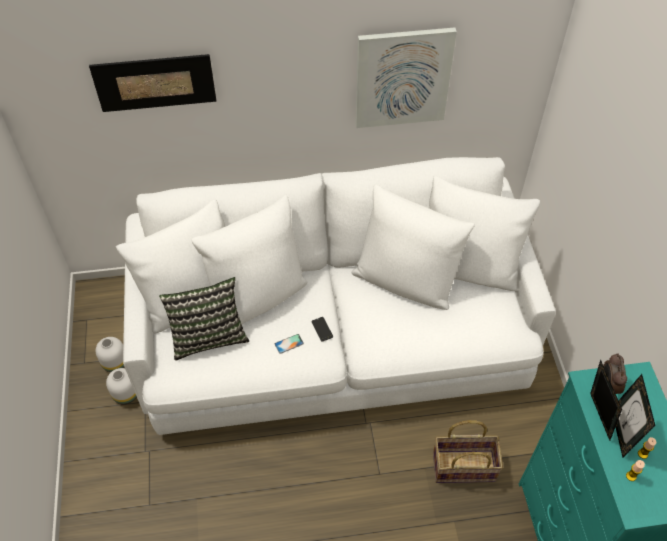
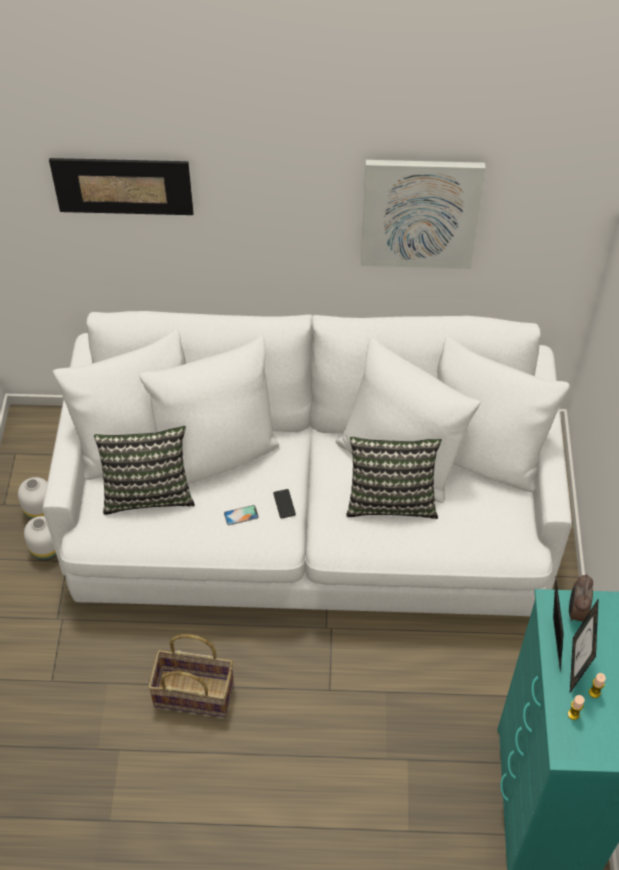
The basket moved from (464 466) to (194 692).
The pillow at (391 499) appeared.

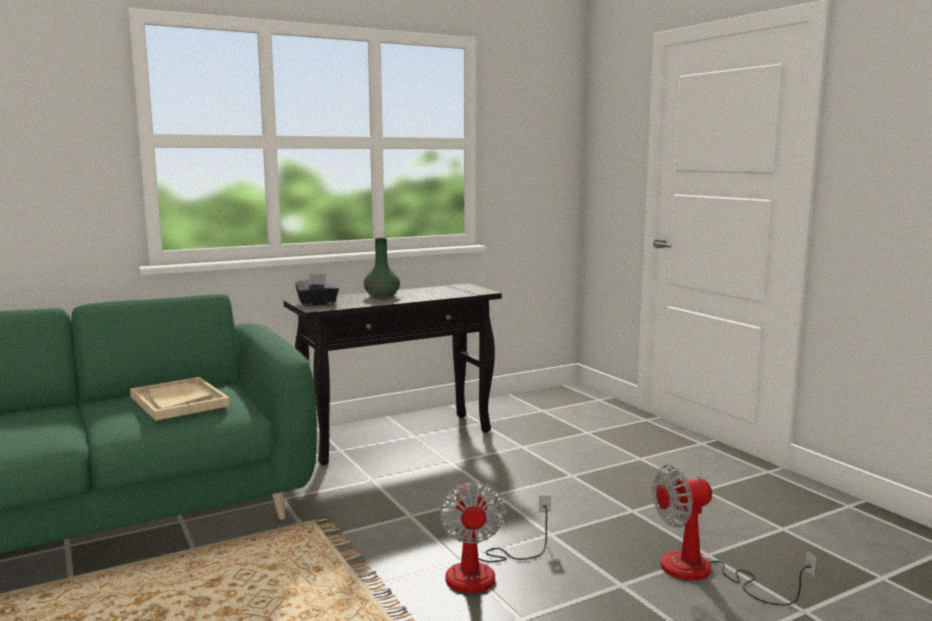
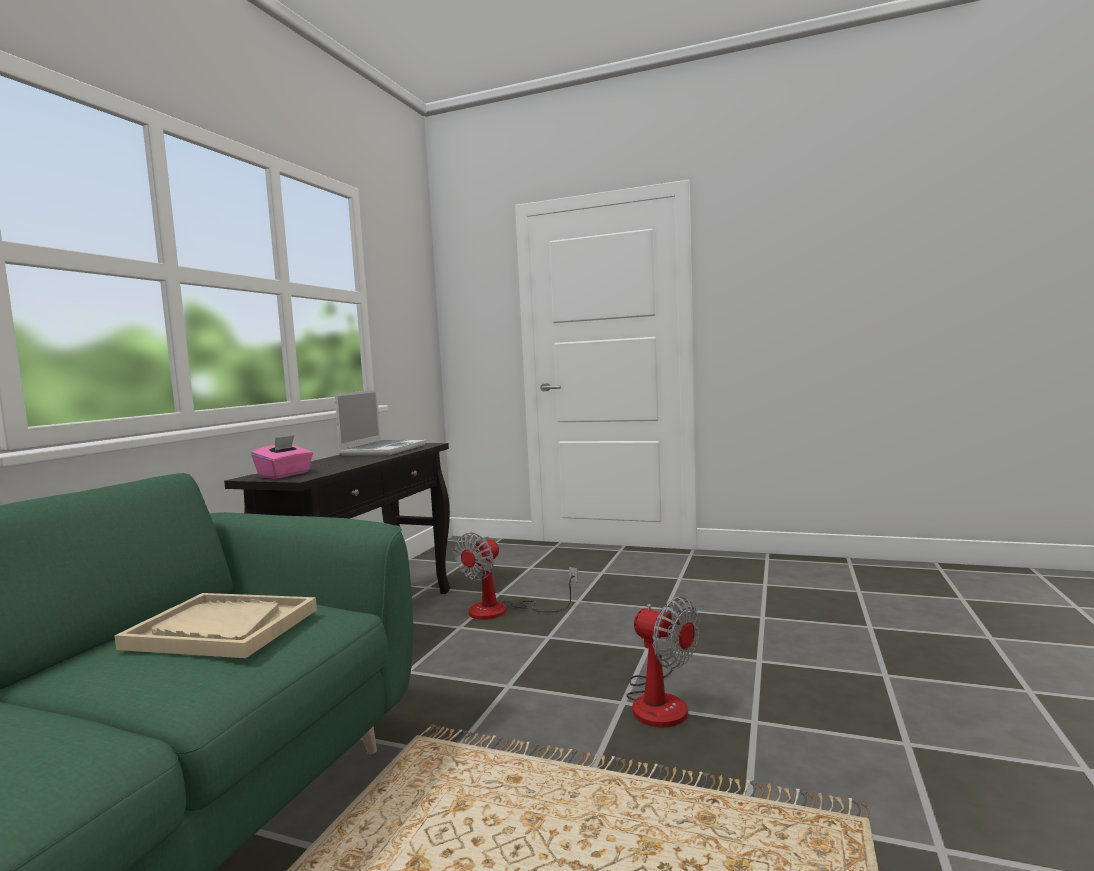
The black tissue box at (317 303) became the pink tissue box at (285 475).
The laptop at (383 450) appeared.
The fan moved from (704 573) to (502 611).
The green vase at (381 296) disappeared.

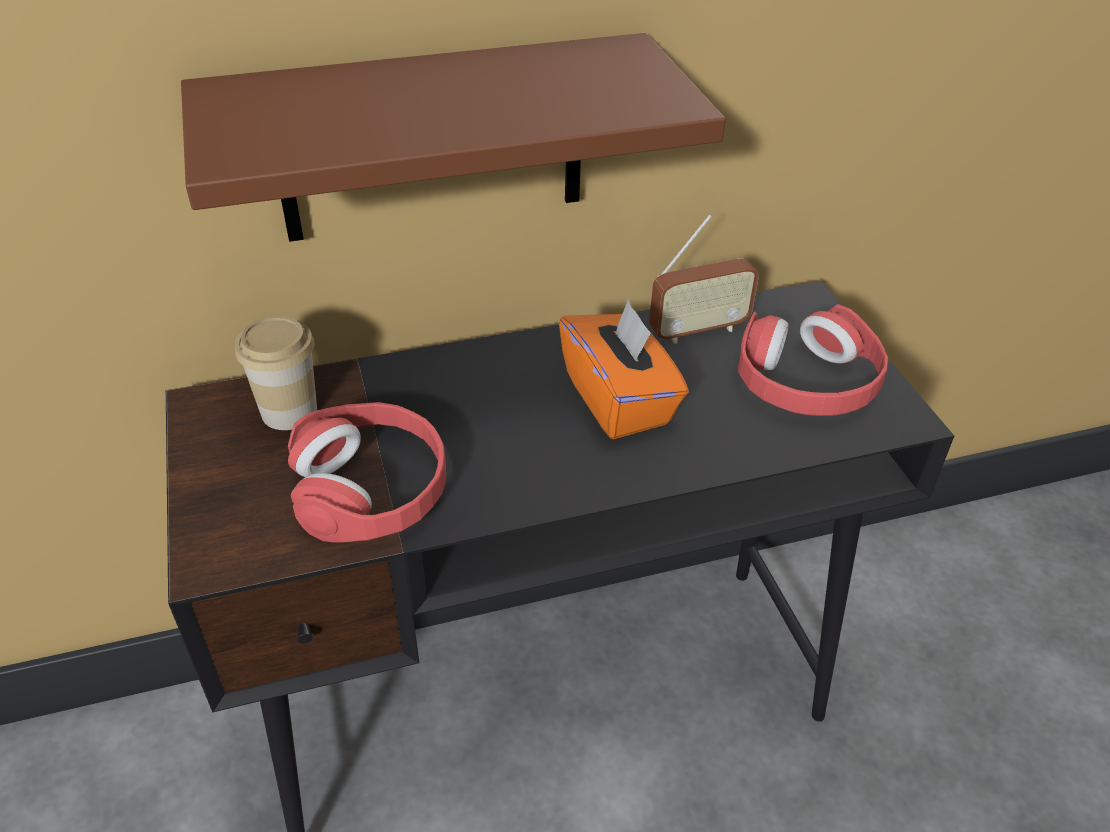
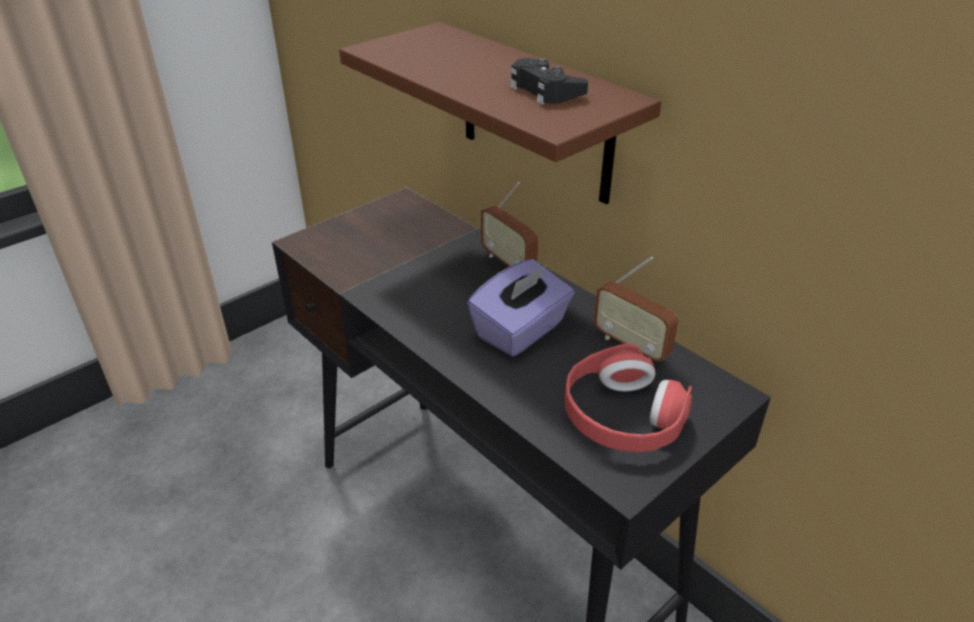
The orange tissue box at (619 400) became the purple tissue box at (521 331).
The radio at (508 263) appeared.
The black game controller at (545 90) appeared.
The cup at (289 411) disappeared.
The red headphones at (371 487) disappeared.

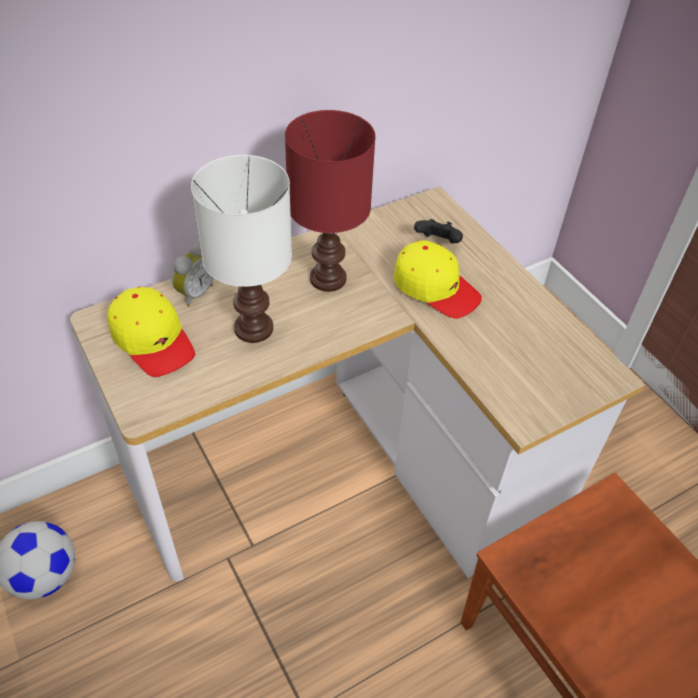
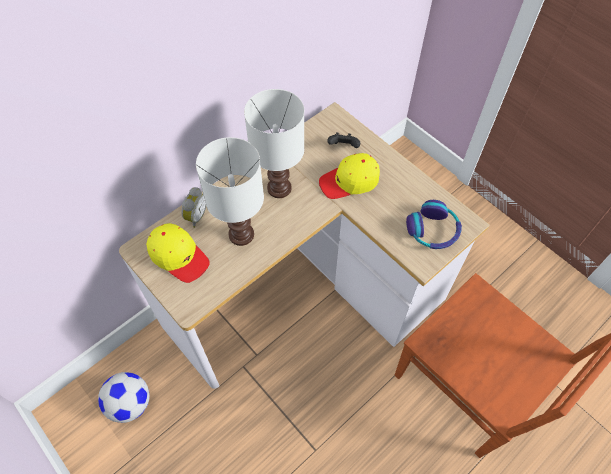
The red table lamp at (327 277) became the white table lamp at (278 187).
The yellow cap at (435 288) turned 135 degrees clockwise.
The headphones at (433 231) appeared.

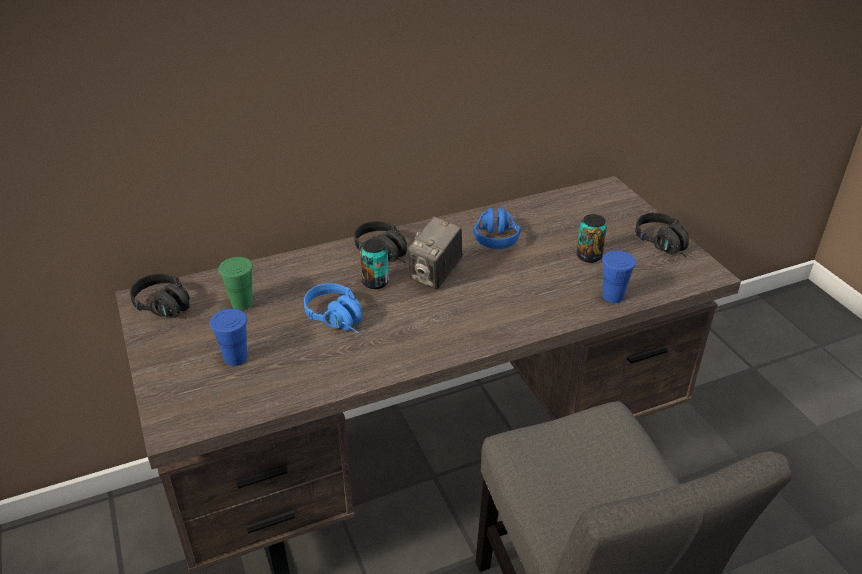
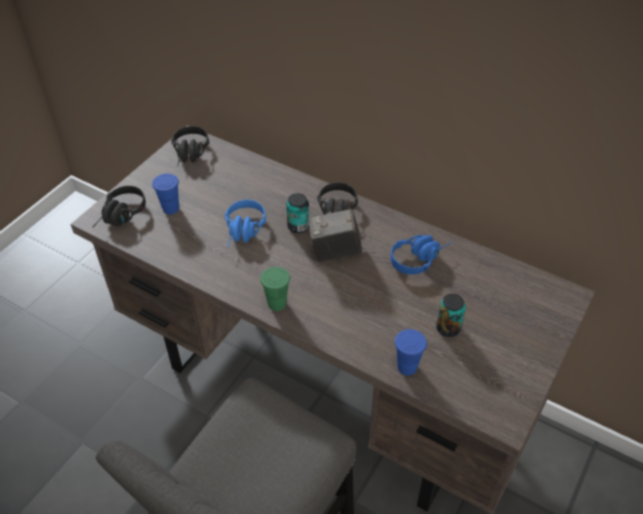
The black headphones moved from (665 245) to (121 217).
The green cup moved from (242 303) to (277 304).

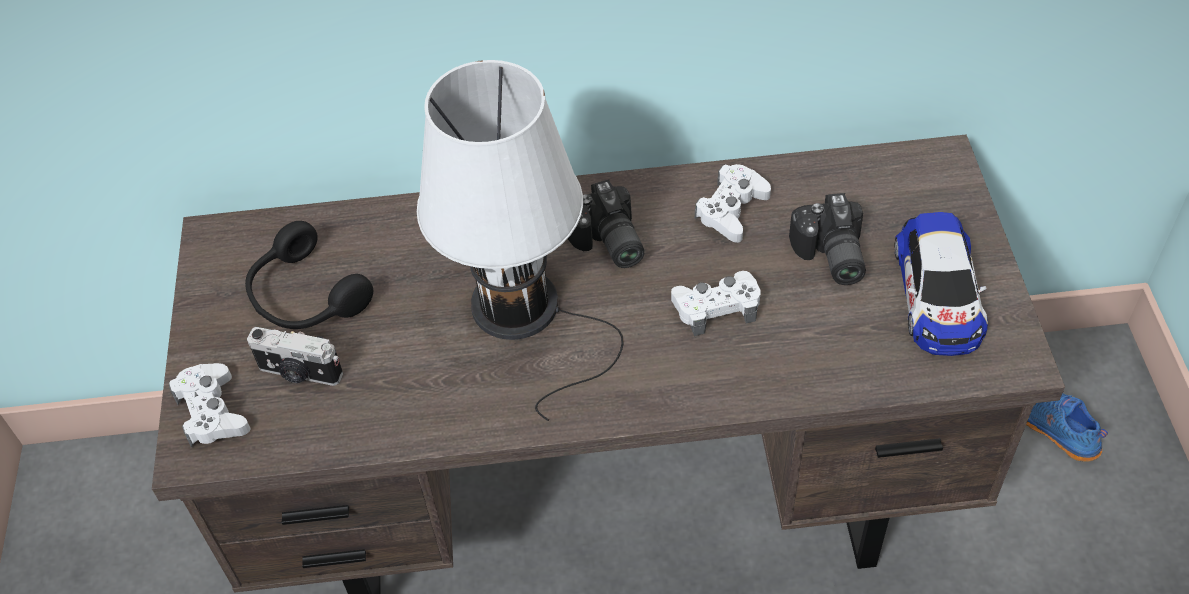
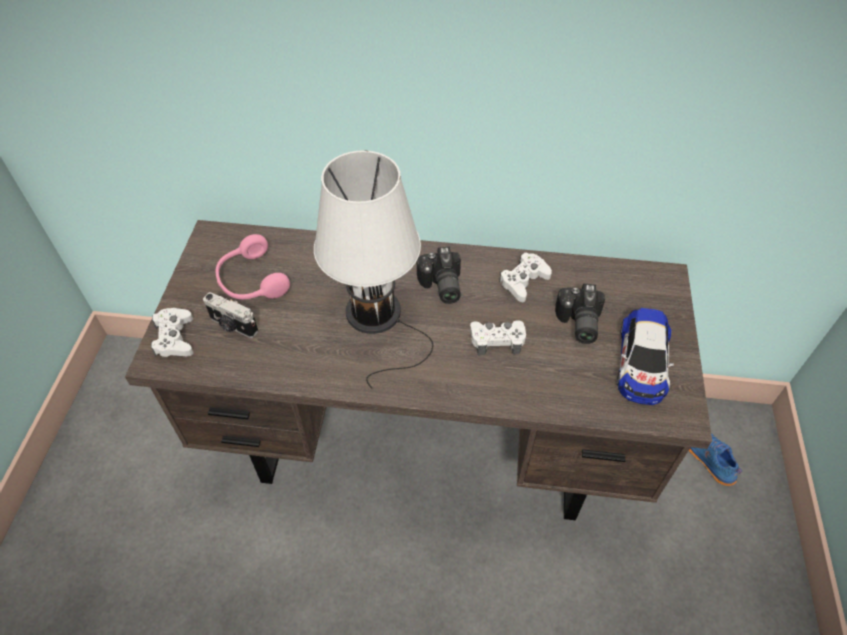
The black headphones at (304 297) became the pink headphones at (250 281).

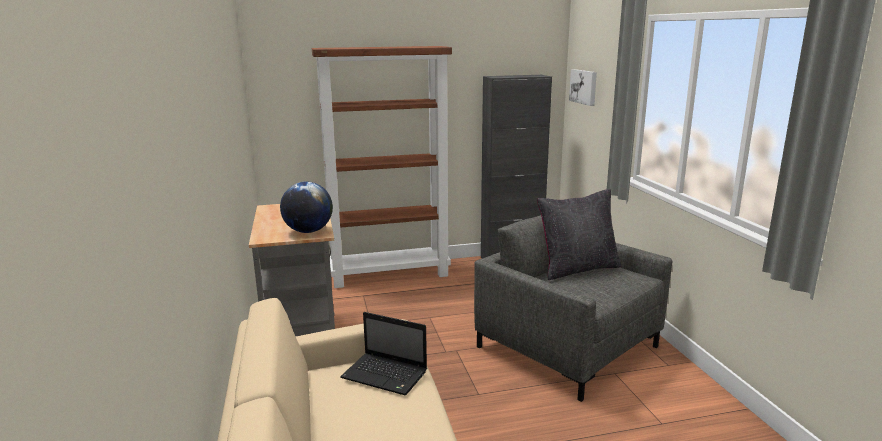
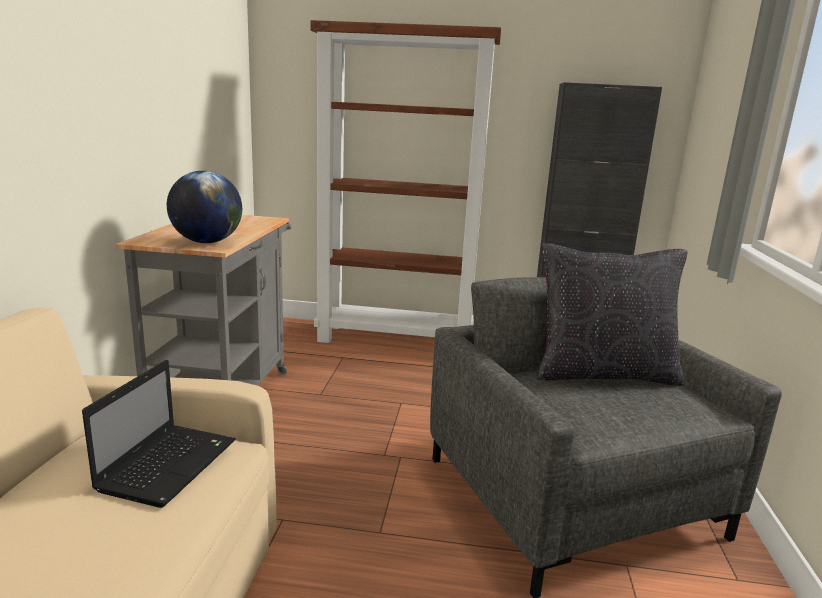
The laptop at (386 375) turned 120 degrees counterclockwise.
The picture at (584 87) disappeared.

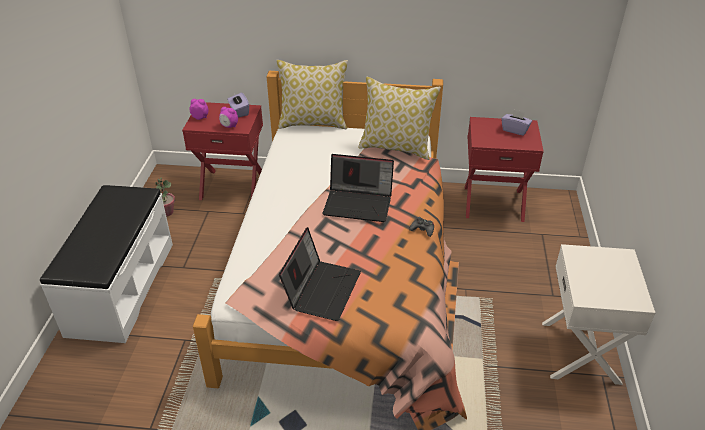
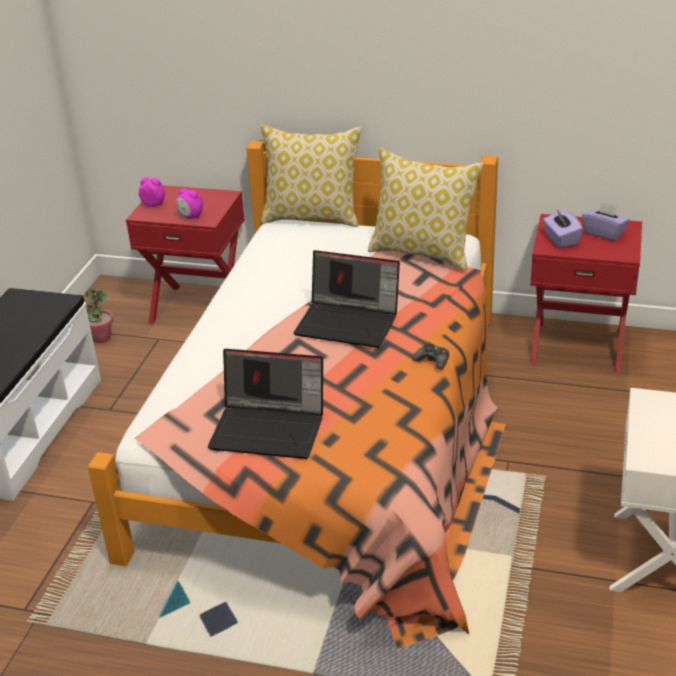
The laptop at (322 289) turned 75 degrees clockwise.
The purple tissue box moved from (239 112) to (561 240).

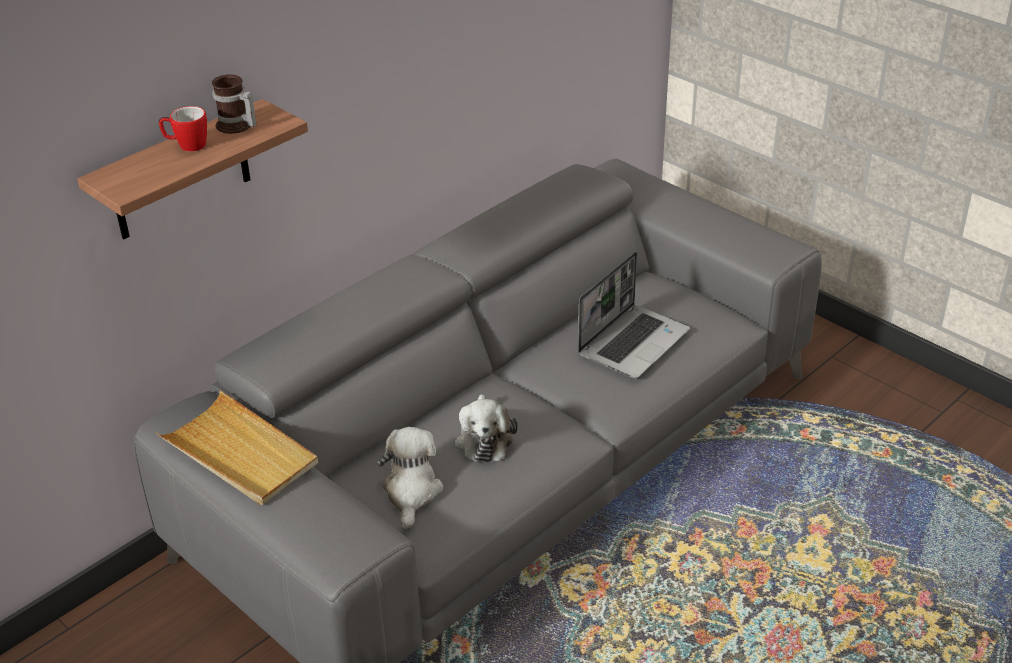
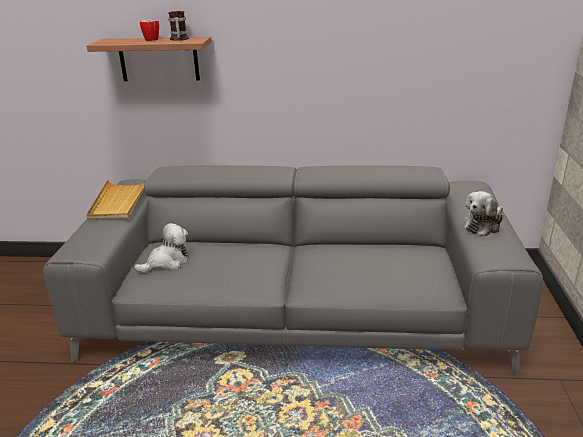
The plush toy moved from (484 439) to (483 225).
The laptop at (633 342) disappeared.

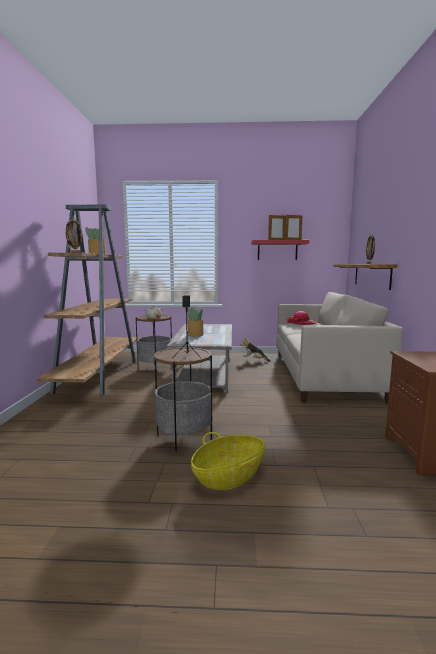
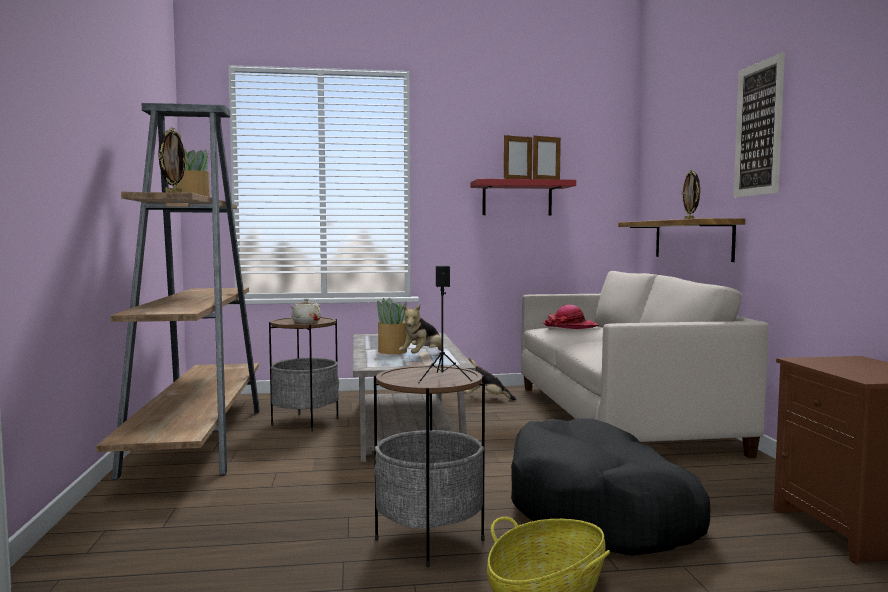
The plush toy at (422 356) appeared.
The black dog bed at (601 511) appeared.
The picture at (758 129) appeared.

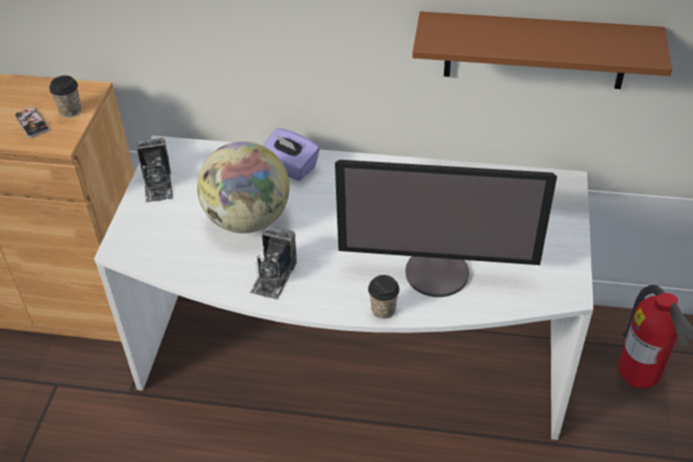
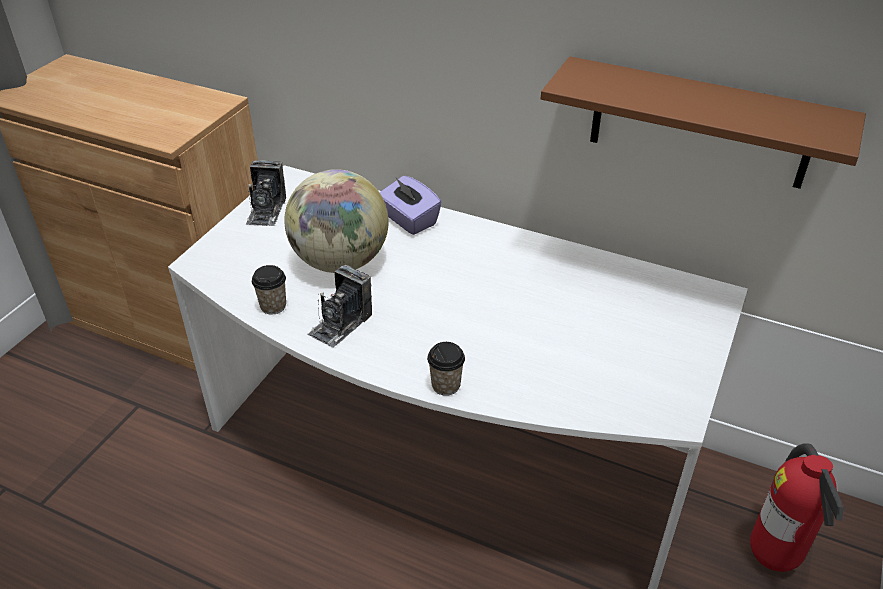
The cup moved from (70 110) to (273 306).
The phone at (32 123) disappeared.
The monitor at (438 271) disappeared.

